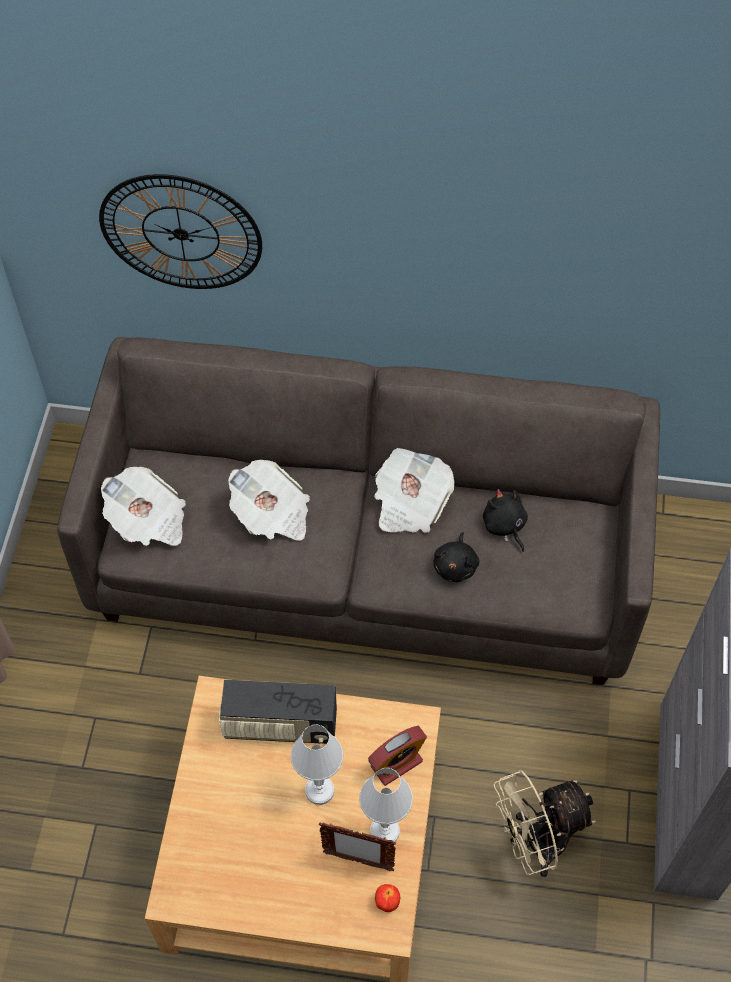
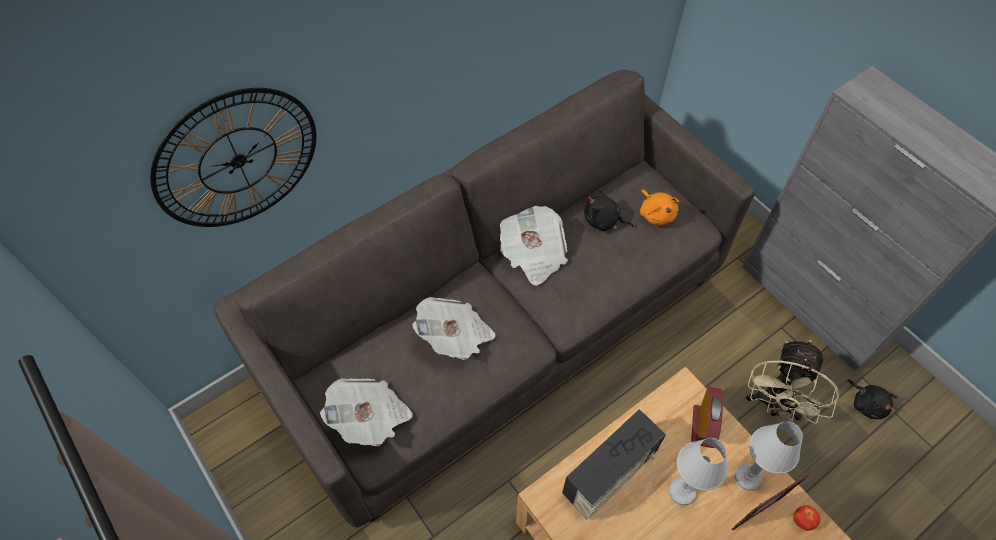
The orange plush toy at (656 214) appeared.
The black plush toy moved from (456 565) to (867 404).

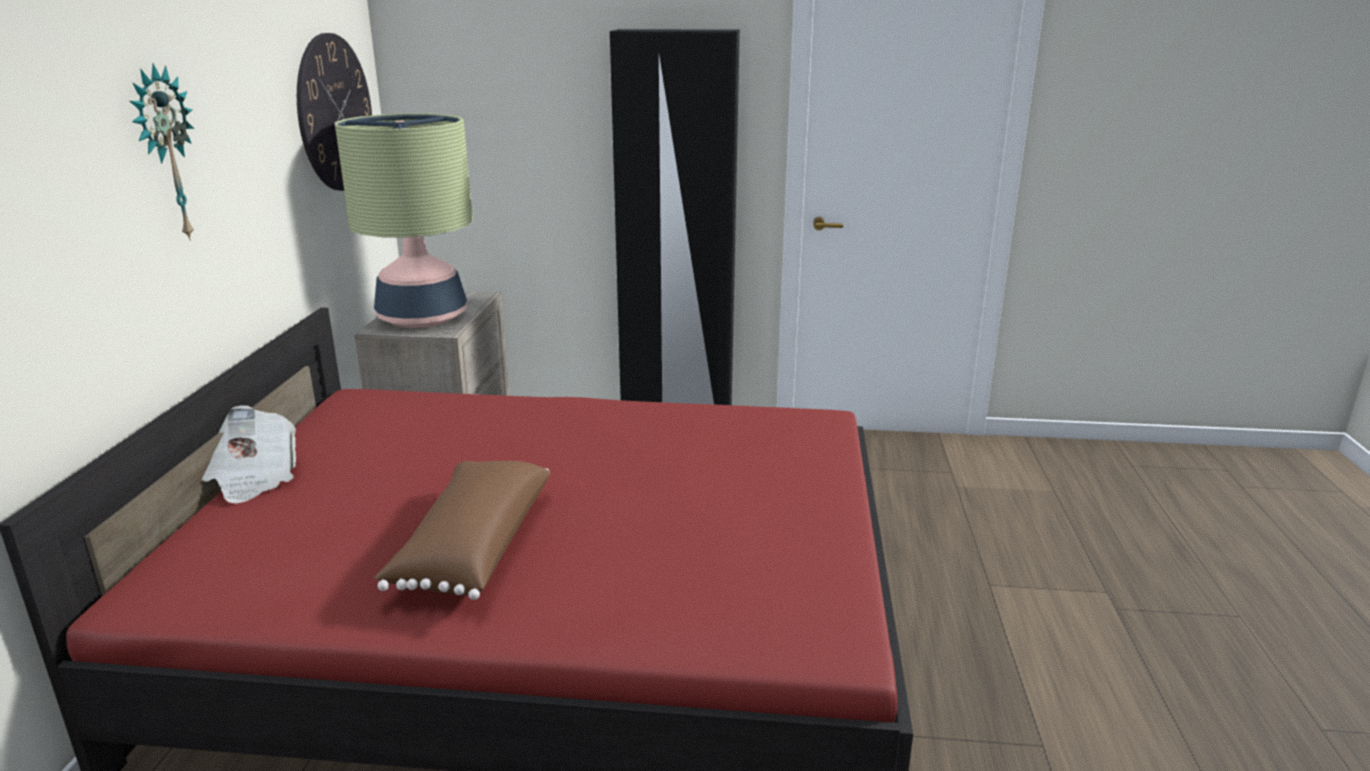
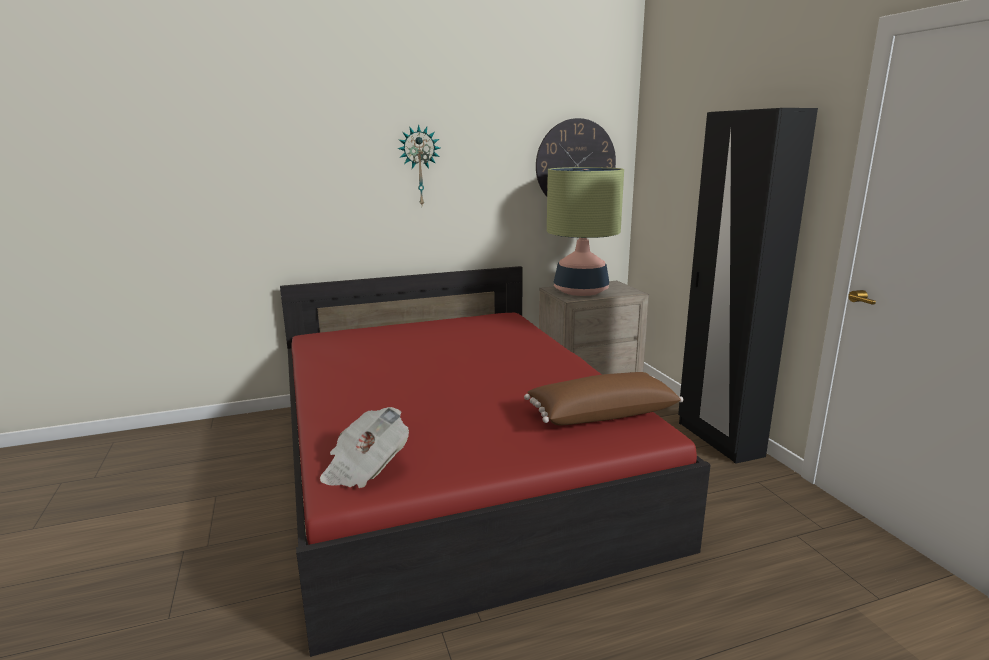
The newspaper moved from (250 478) to (365 468).
The brown pillow moved from (471 547) to (601 414).

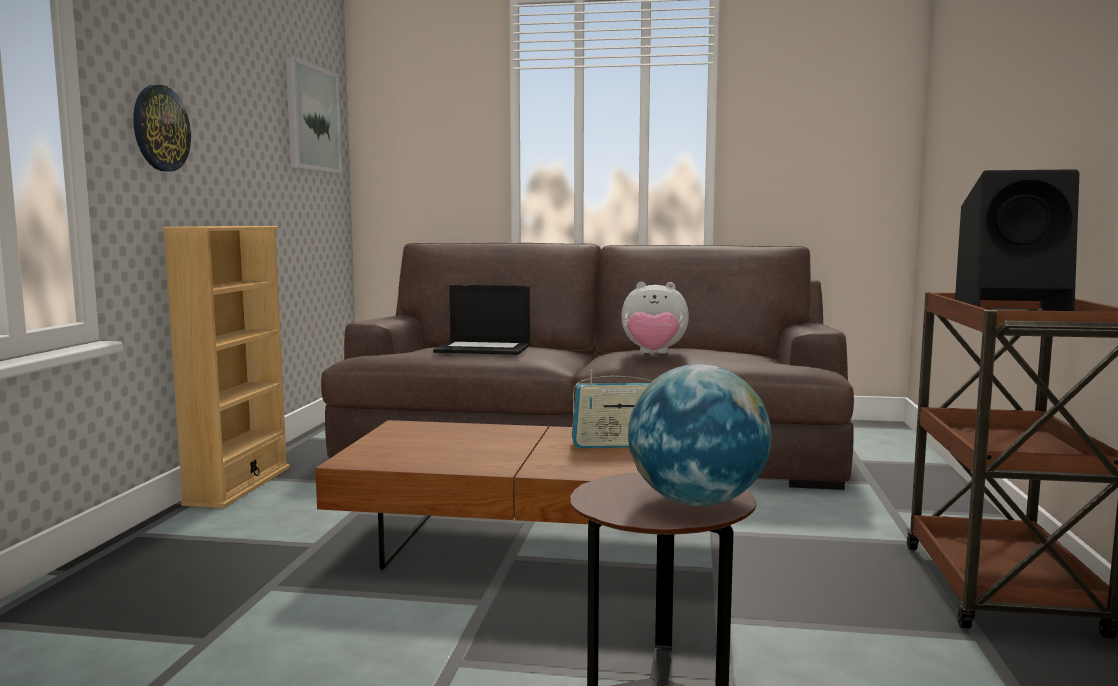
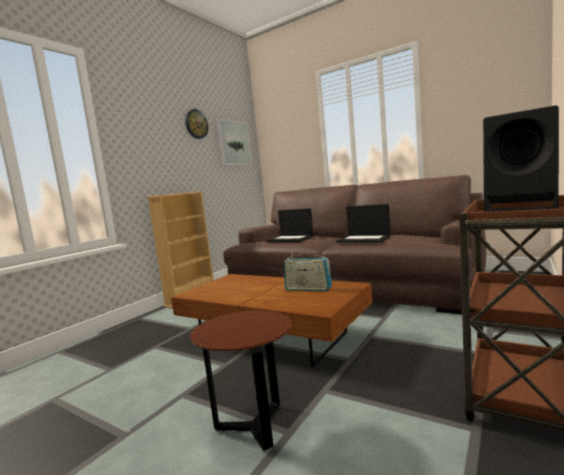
The wall clock moved from (160 128) to (196 124).
The plush toy at (653 354) was replaced by the laptop at (364 239).
The globe at (697 502) disappeared.

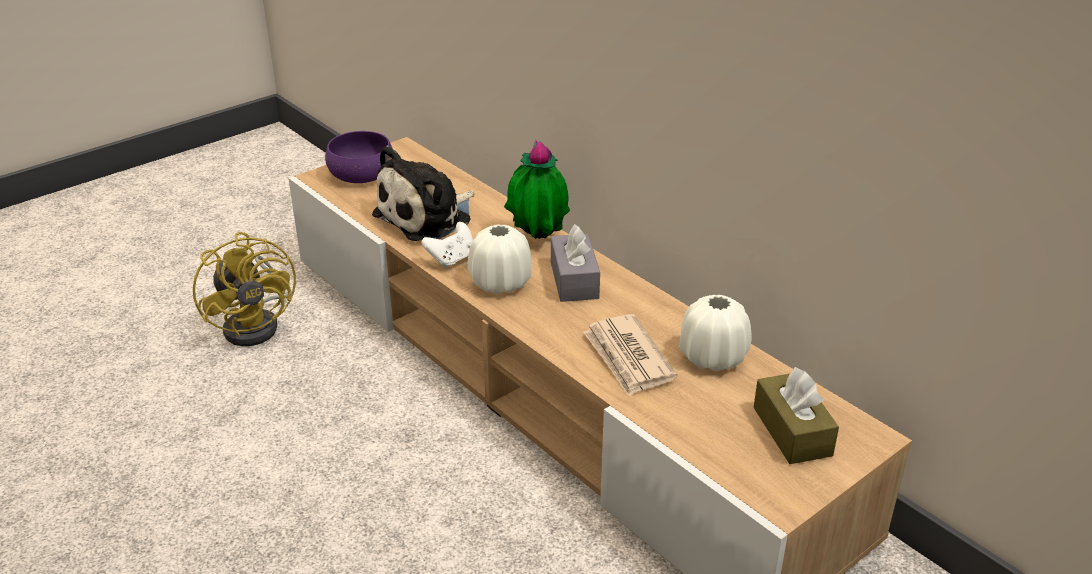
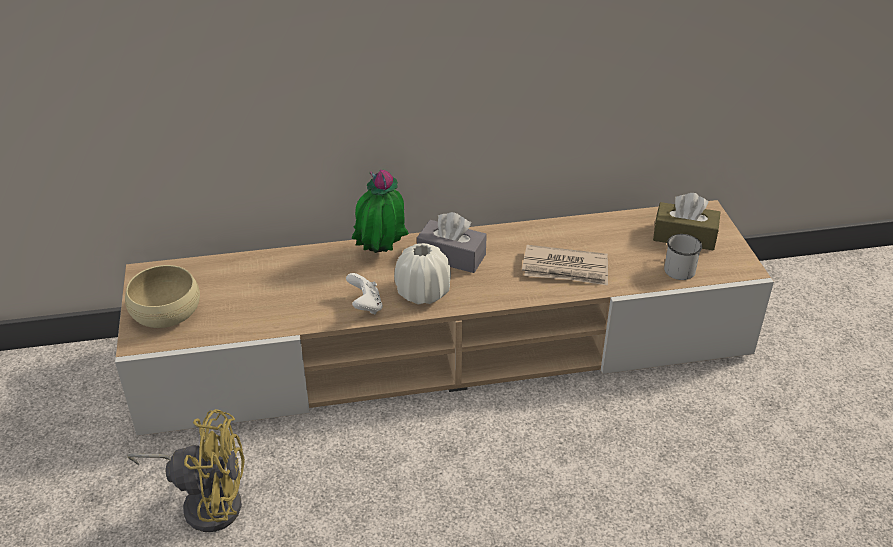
The purple bowl at (361 174) became the beige bowl at (166 313).
The white mug at (677 267) appeared.
The plush toy at (428 217) disappeared.
The white vase at (713 357) disappeared.

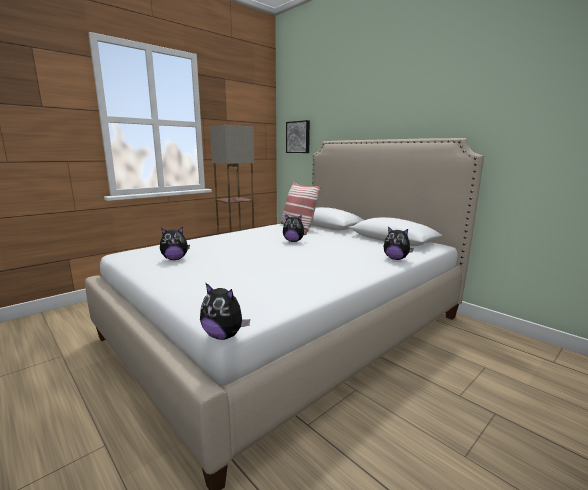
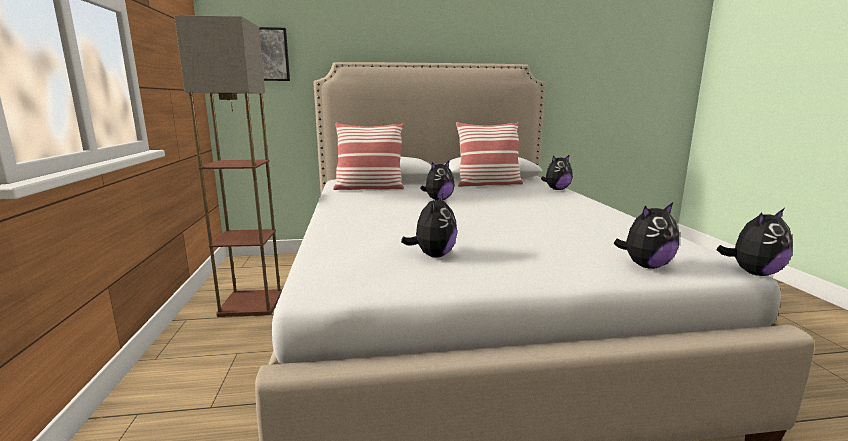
The pillow at (488 184) appeared.
The plush toy at (645 266) appeared.

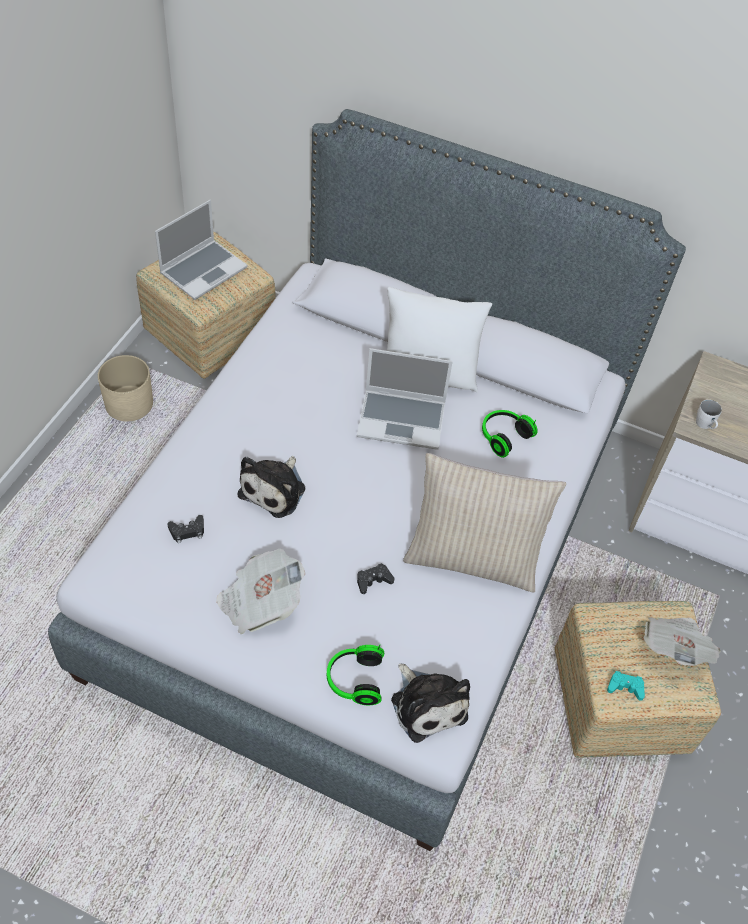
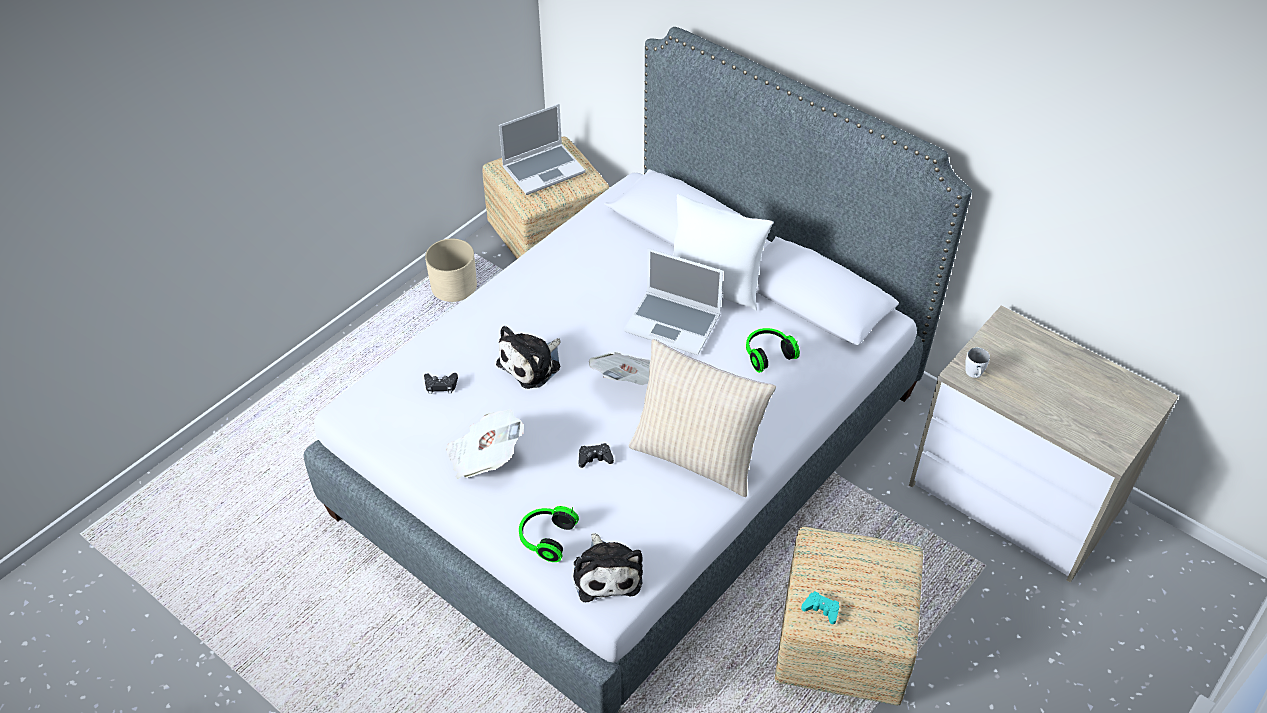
The newspaper moved from (675 649) to (629 381).

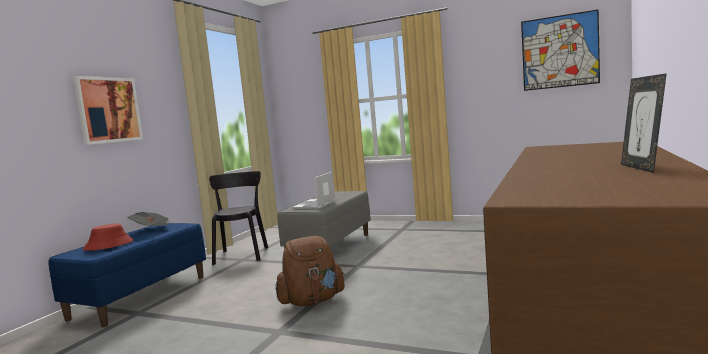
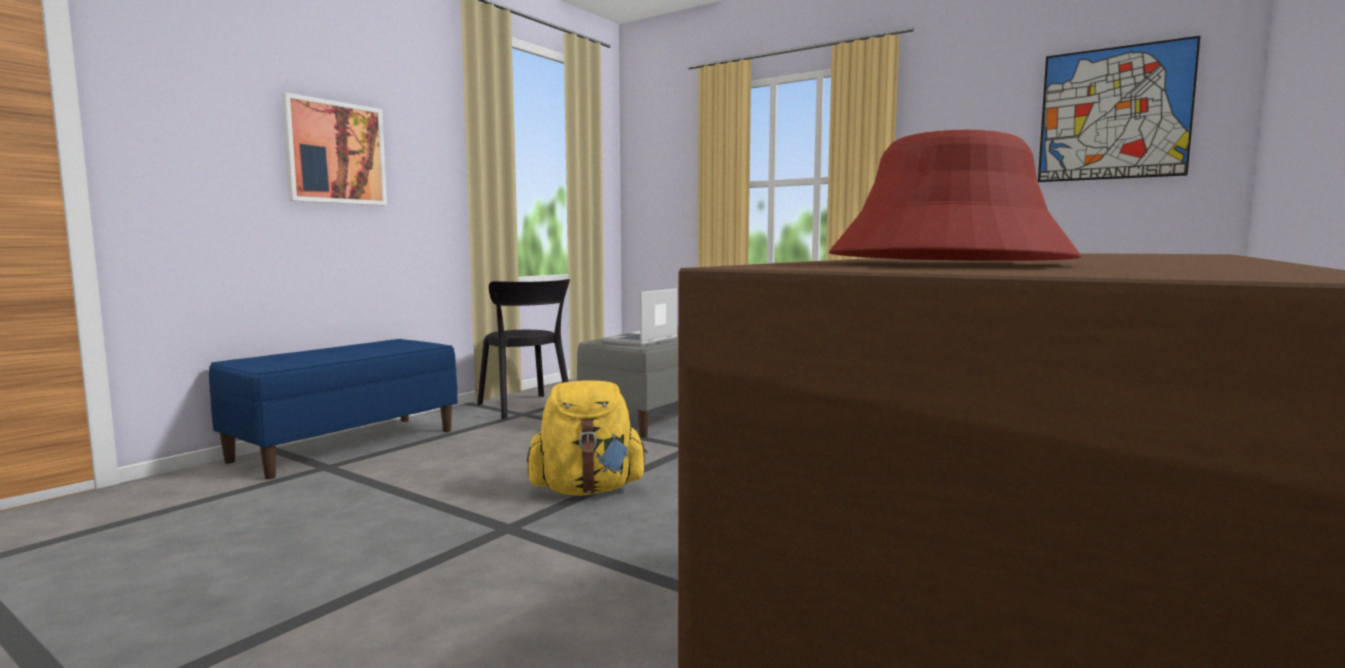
The black chair at (242 255) turned 135 degrees clockwise.
The brown backpack at (312 301) became the yellow backpack at (587 490).
The red hat moved from (108 245) to (947 263).
The newspaper at (152 229) disappeared.
The picture frame at (642 168) disappeared.

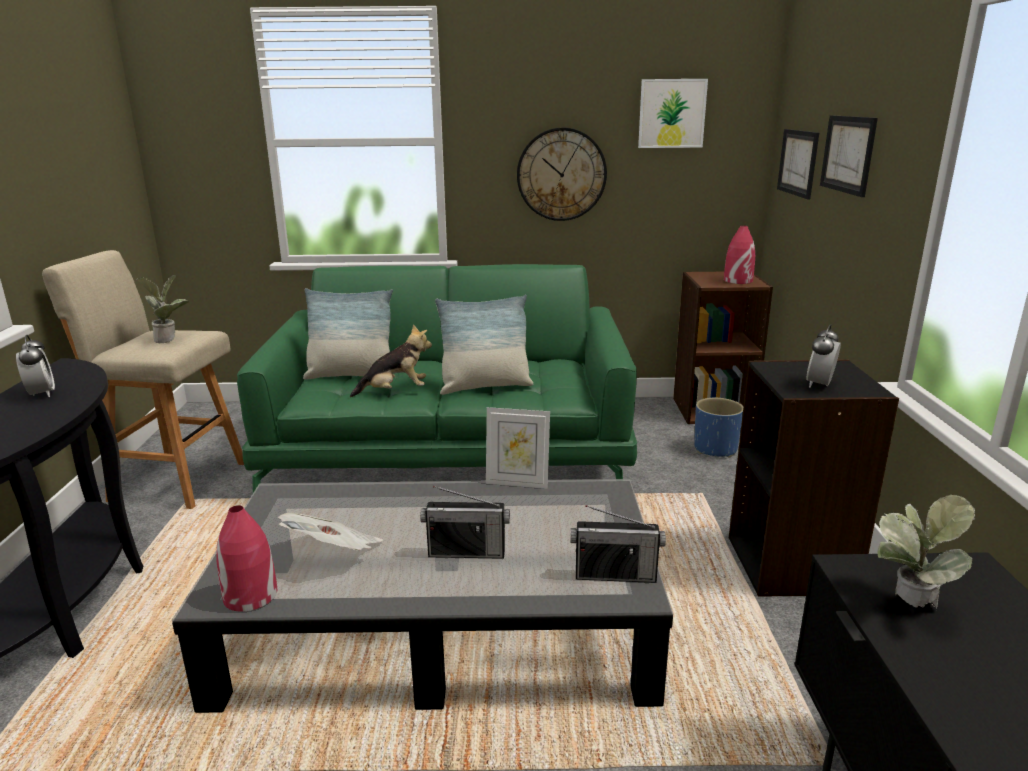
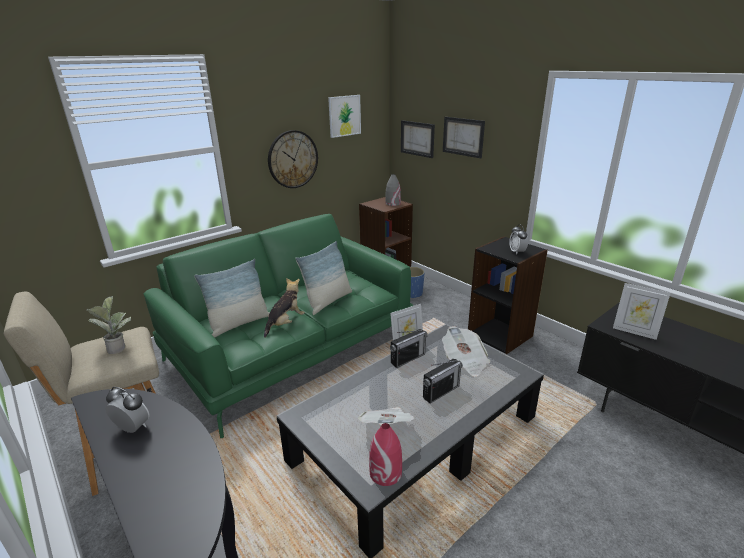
The red vase at (737 280) became the grey vase at (392 203).
The radio moved from (615 575) to (408 358).
The newspaper at (465 361) appeared.
The potted plant at (907 608) was replaced by the picture frame at (634 332).

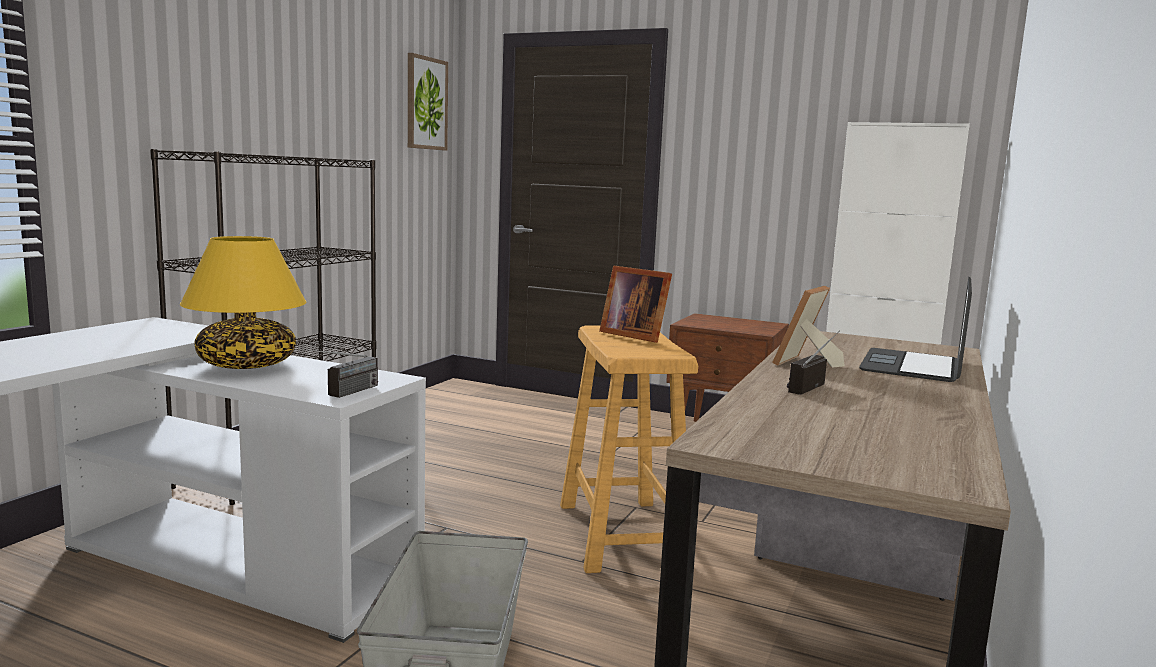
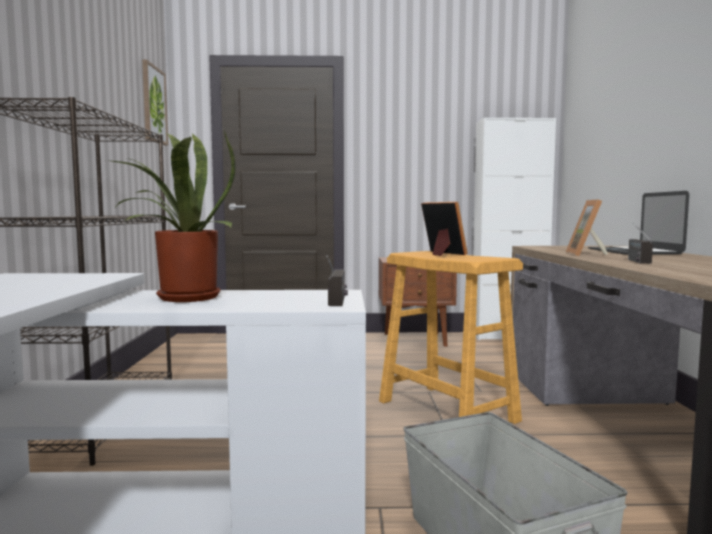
The yellow table lamp at (247 364) was replaced by the potted plant at (181 298).
The picture frame at (634 335) turned 135 degrees counterclockwise.

